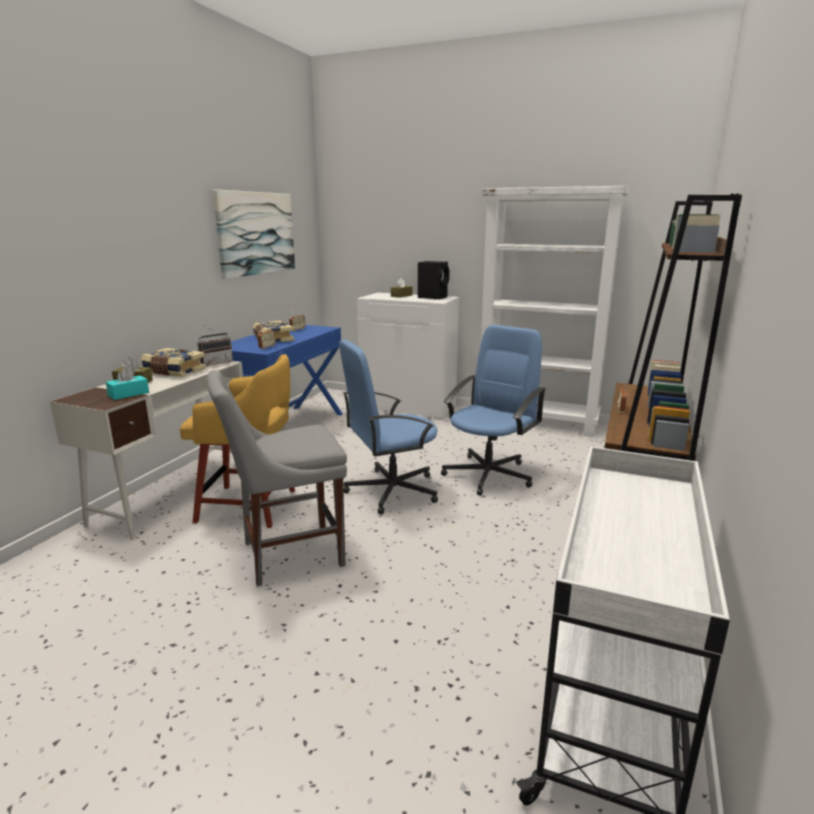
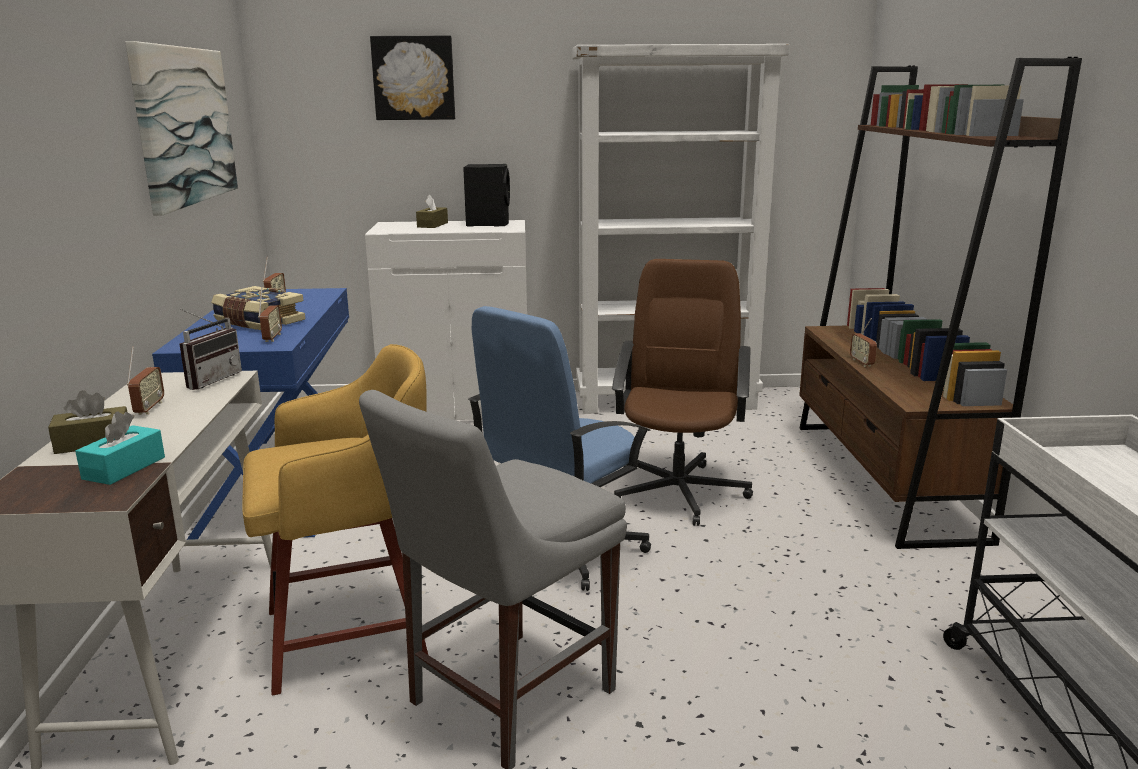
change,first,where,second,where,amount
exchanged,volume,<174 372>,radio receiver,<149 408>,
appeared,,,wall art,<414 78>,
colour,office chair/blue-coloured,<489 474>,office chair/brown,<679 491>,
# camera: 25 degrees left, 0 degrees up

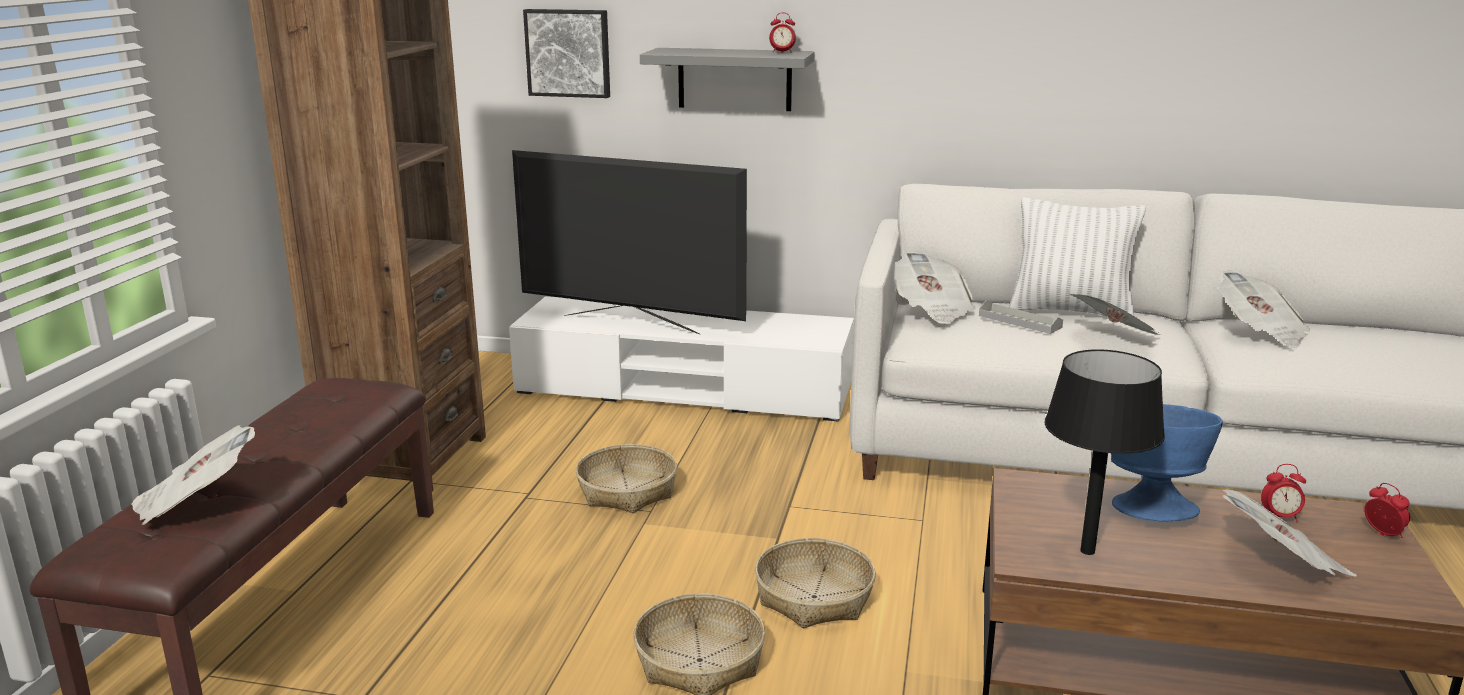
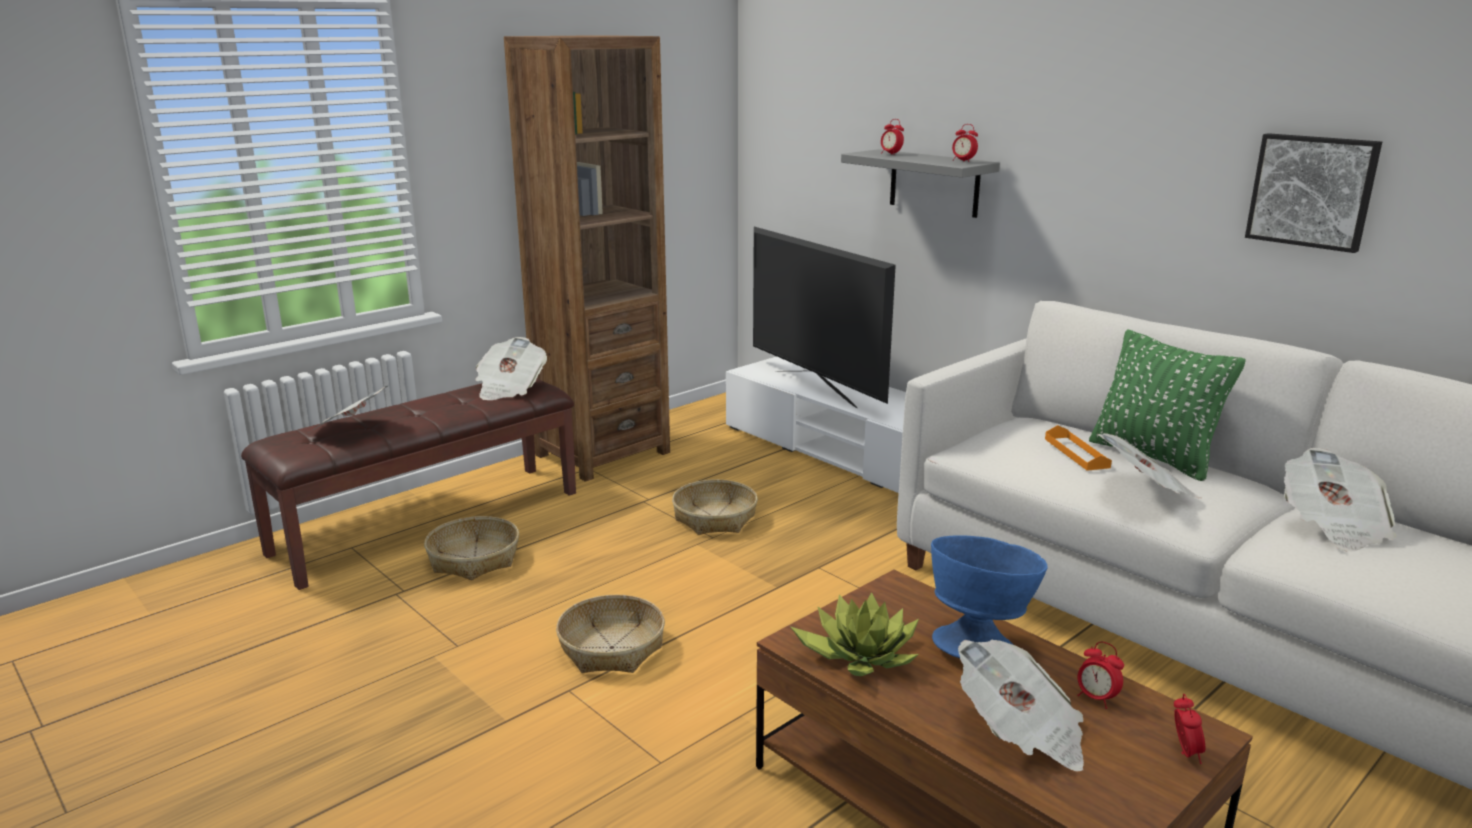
change,first,where,second,where,amount
relocated,household basket,<814 597>,,<474 559>,
relocated,printed paper,<931 310>,,<509 388>,
exchanged,table lamp/black-coloured,<1087 551>,potted plant,<858 655>,
appeared,,,alarm clock,<891 154>,
colour,serving tray/gray,<1019 321>,serving tray/orange-coloured,<1076 453>,
colour,throw pillow/whitish,<1070 311>,throw pillow/green,<1153 457>,
relocated,wall art,<568 53>,,<1312 191>,
# camera: 35 degrees right, 0 degrees up

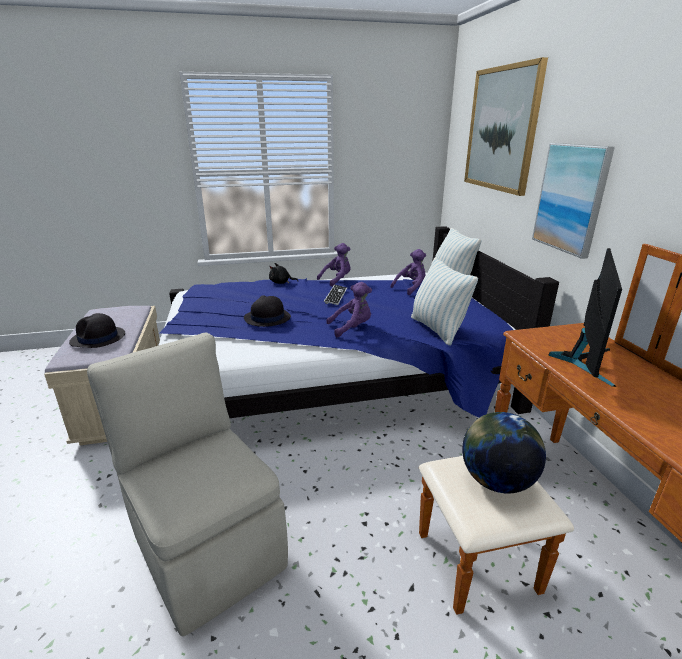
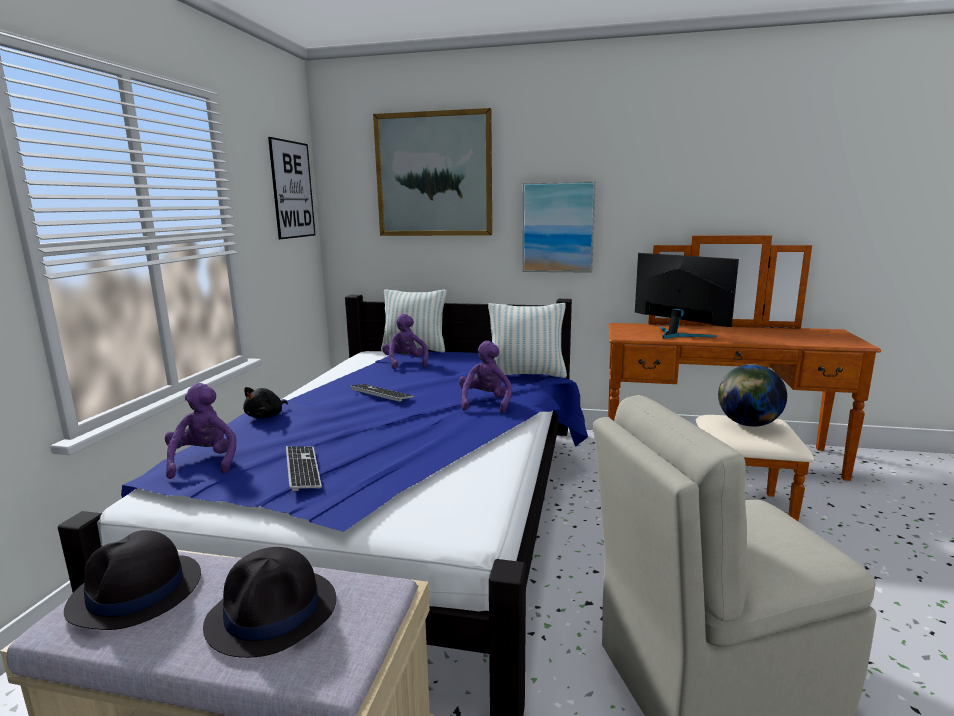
change,first,where,second,where,amount
relocated,hat/black-coloured,<267 318>,,<136 592>,
relocated,soft toy/purple-coloured,<337 280>,,<204 462>,
appeared,,,wall art,<292 190>,
appeared,,,keyboard,<302 469>,
# camera: 65 degrees left, 10 degrees down

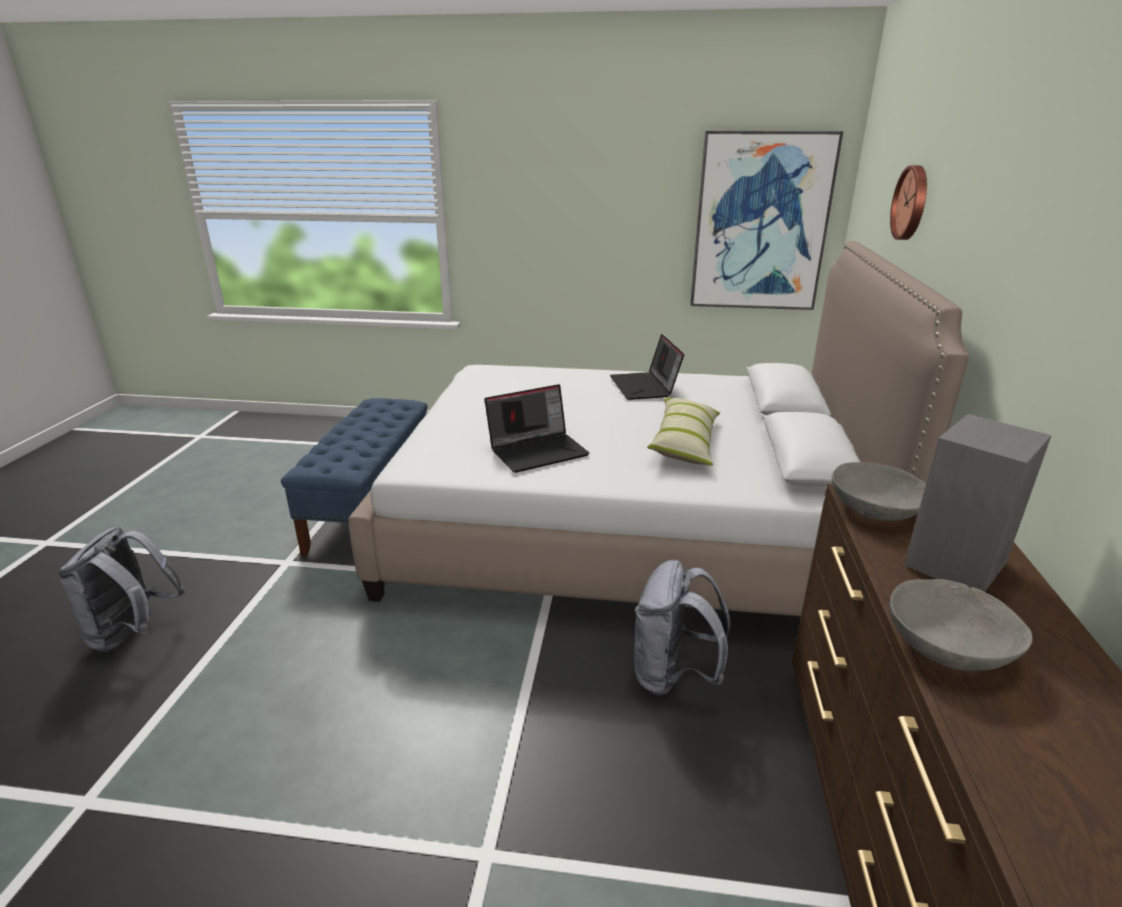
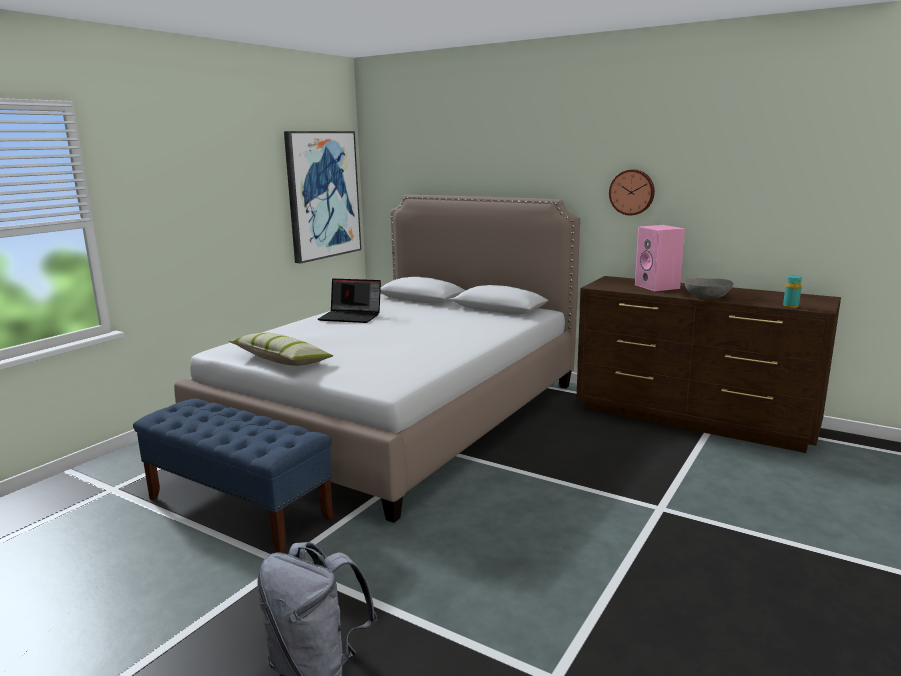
change,first,where,second,where,amount
relocated,throw pillow,<684 442>,,<281 360>,
relocated,clock on the wall,<912 203>,,<632 192>,
colour,audio speaker/gray,<956 565>,audio speaker/pink,<658 286>,
appeared,,,drink bottle/turquoise-coloured,<790 306>,
missing,notebook computer,<538 450>,,,
missing,knapsack/gray,<673 676>,,,
missing,serving bowl/gray,<875 509>,,,
# camera: 65 degrees left, 10 degrees down

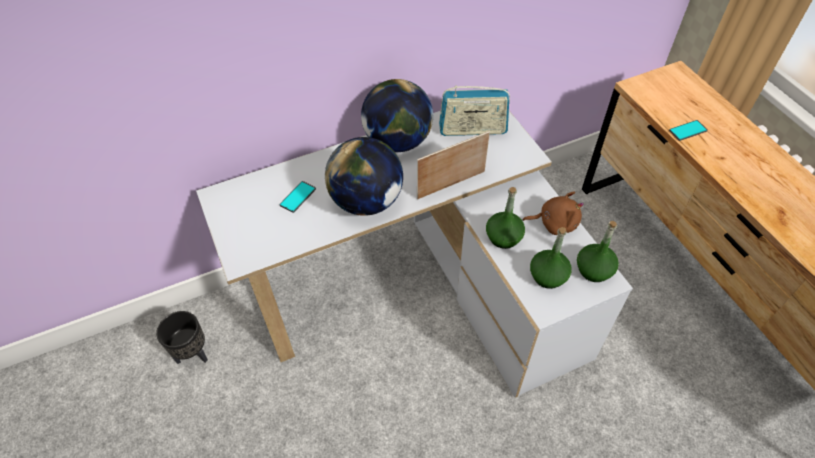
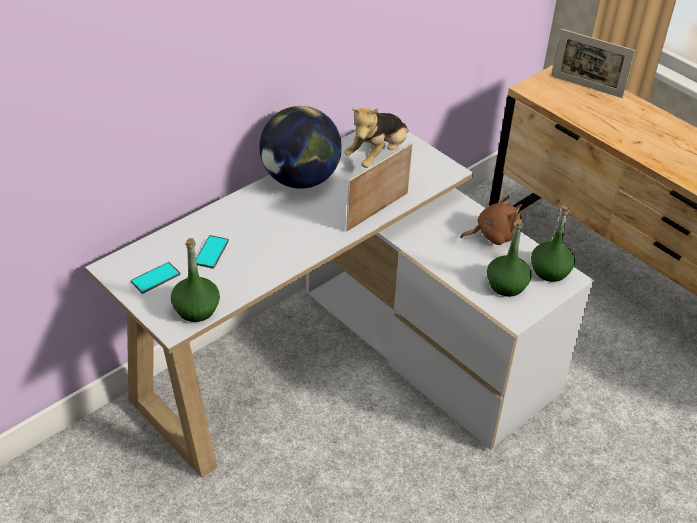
change,first,where,second,where,amount
relocated,handset,<687 130>,,<155 278>,
relocated,drink bottle/green,<503 237>,,<196 309>,
exchanged,radio receiver,<472 129>,soft toy,<377 155>,
appeared,,,picture frame,<586 86>,
missing,planter/black-coloured,<193 353>,,,
missing,globe,<366 201>,,,
# camera: 20 degrees left, 10 degrees down

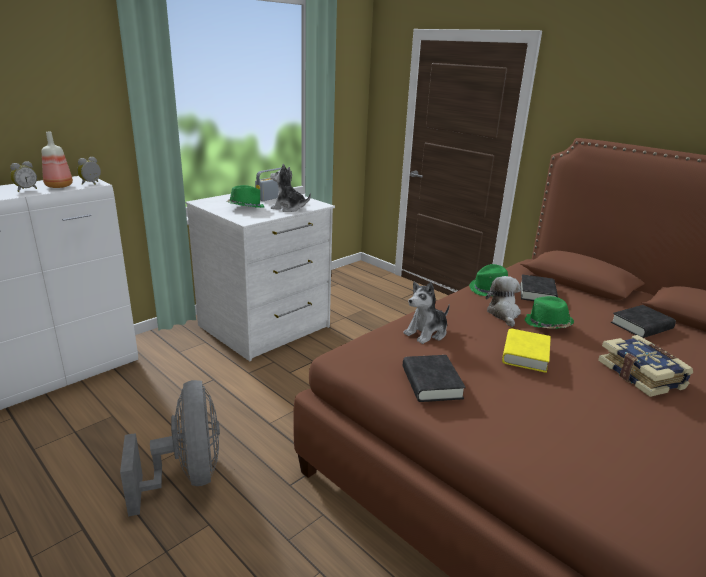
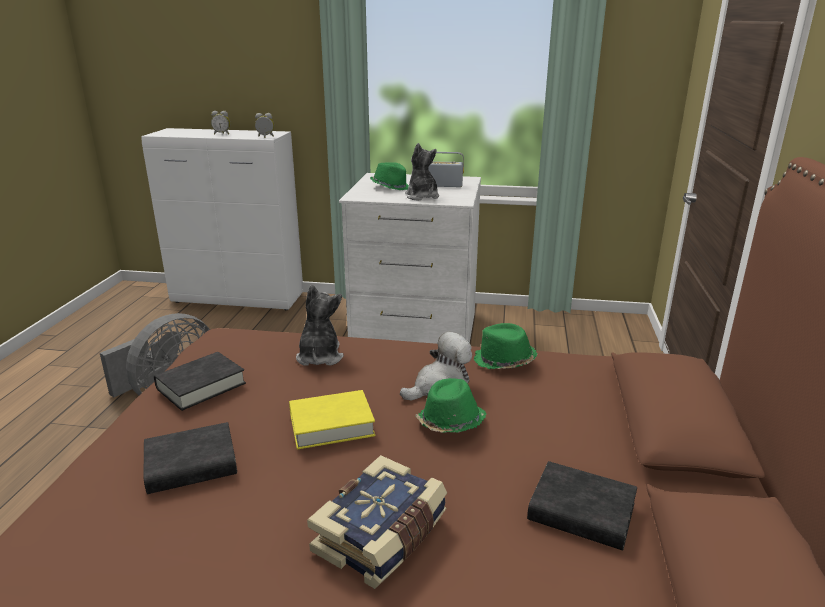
change,first,where,second,where,amount
relocated,volume/black-coloured,<537 293>,,<191 465>,
spun,soft toy,<427 333>,,<319 356>,75 degrees clockwise
missing,drink bottle,<58 186>,,,
# camera: 55 degrees right, 0 degrees up

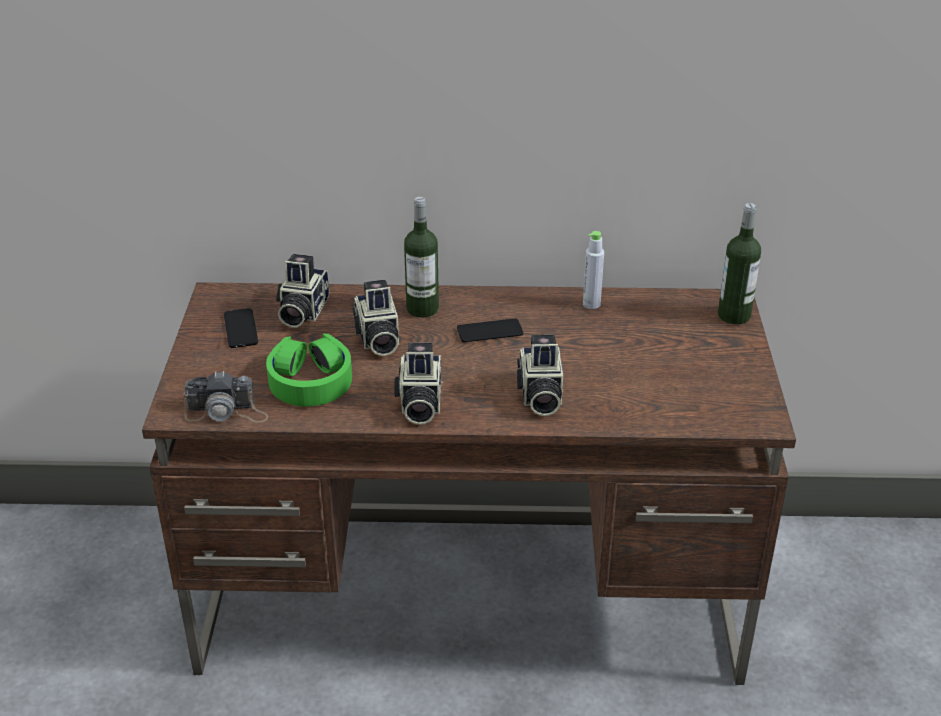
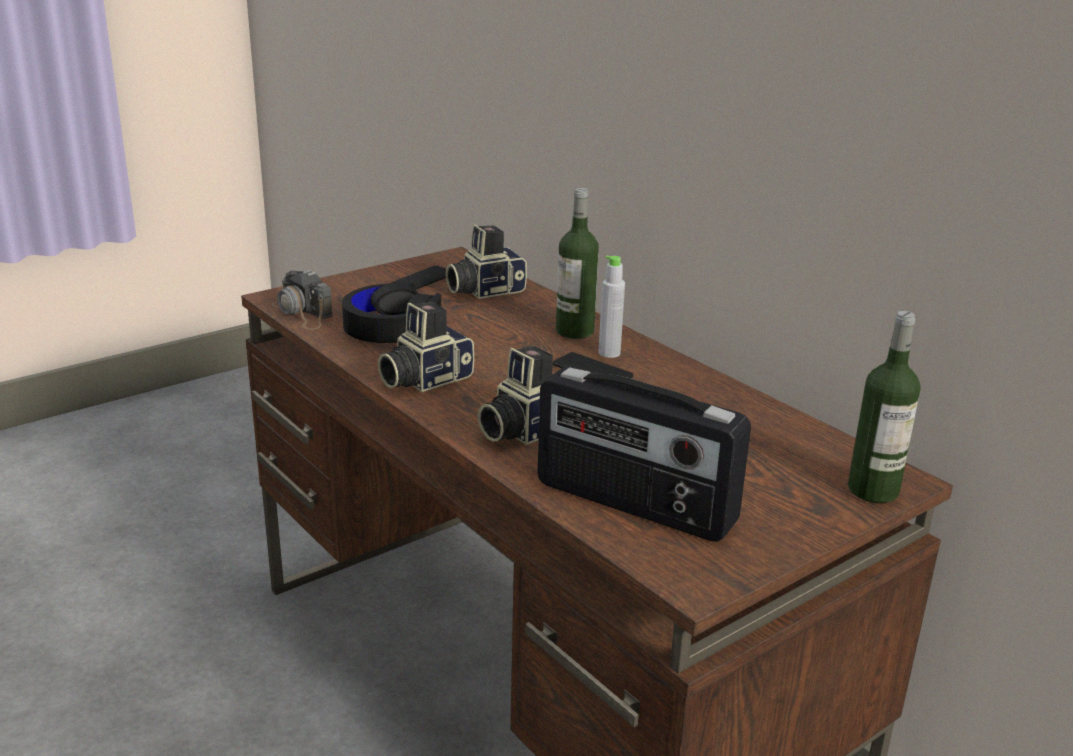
change,first,where,second,where,amount
colour,headphones/green,<310 381>,headphones/black-coloured,<391 326>,
appeared,,,radio receiver,<633 504>,
relocated,drink bottle/gray,<591 304>,,<609 353>,
missing,photo camera,<377 339>,,,
# camera: 50 degrees right, 10 degrees down

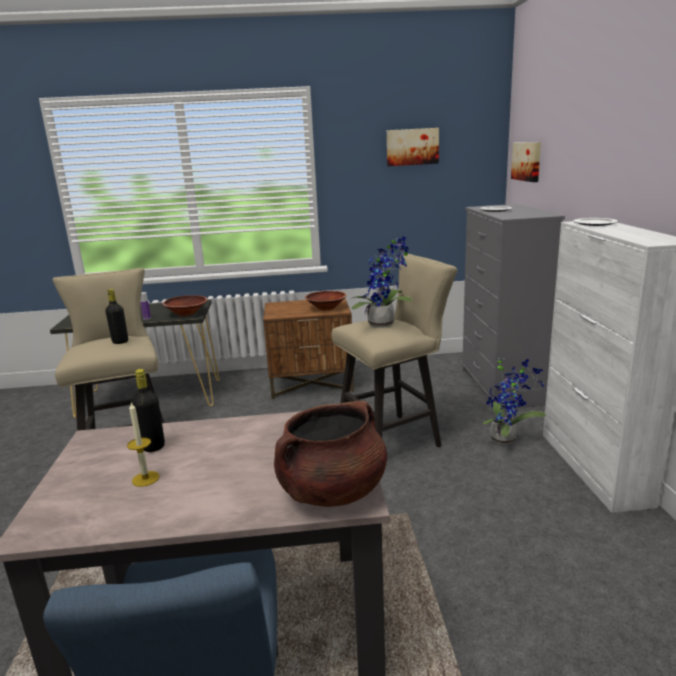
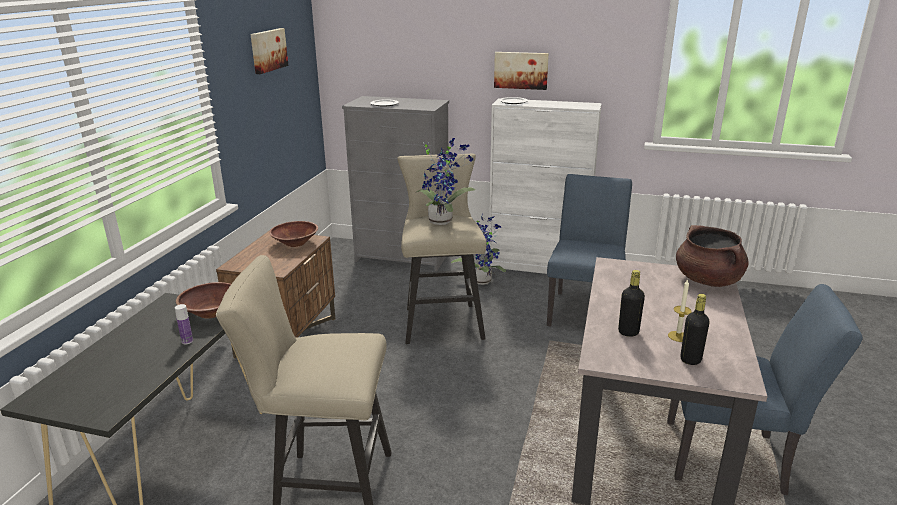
change,first,where,second,where,amount
relocated,wall art,<527 161>,,<521 70>,
appeared,,,chair/blue-coloured,<584 309>,
relocated,drink bottle/black-coloured,<120 342>,,<690 360>,
# camera: 70 degrees left, 5 degrees up

